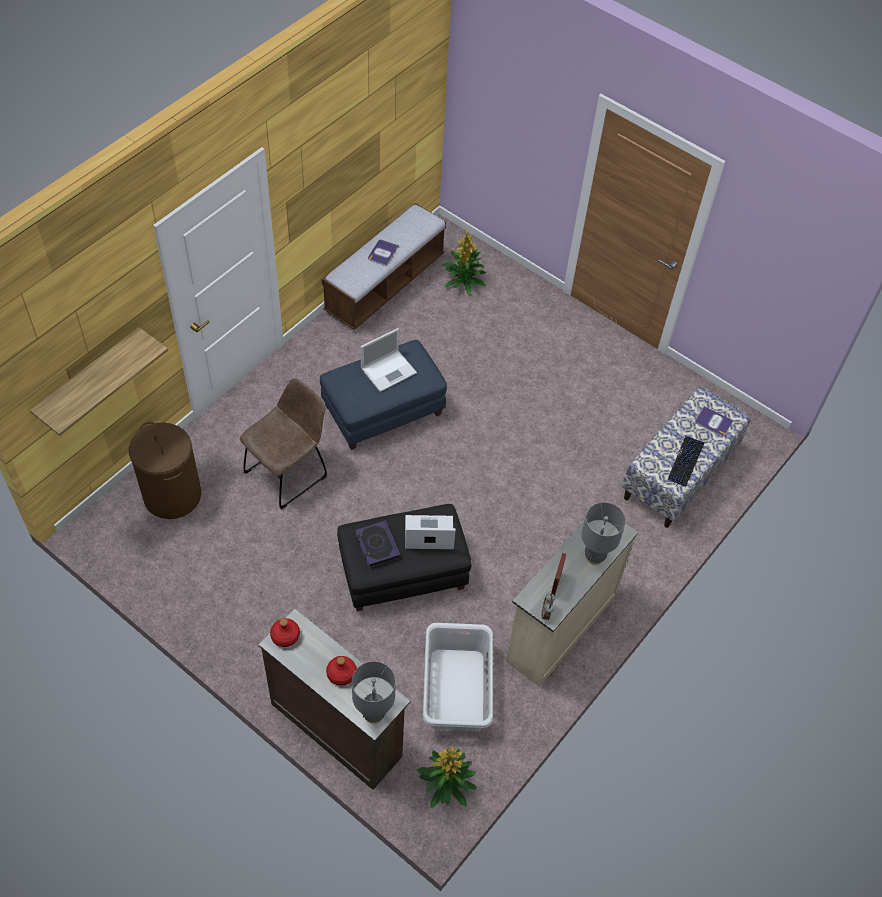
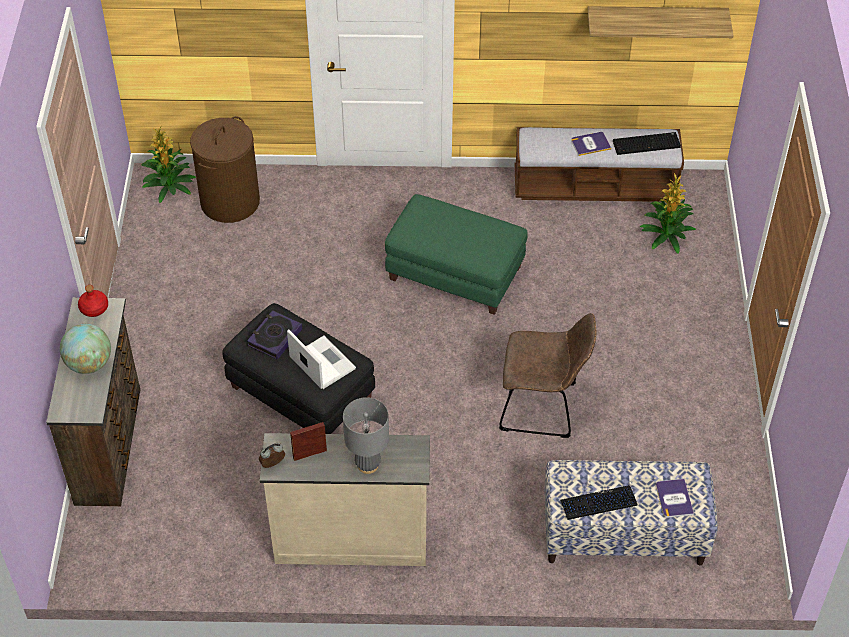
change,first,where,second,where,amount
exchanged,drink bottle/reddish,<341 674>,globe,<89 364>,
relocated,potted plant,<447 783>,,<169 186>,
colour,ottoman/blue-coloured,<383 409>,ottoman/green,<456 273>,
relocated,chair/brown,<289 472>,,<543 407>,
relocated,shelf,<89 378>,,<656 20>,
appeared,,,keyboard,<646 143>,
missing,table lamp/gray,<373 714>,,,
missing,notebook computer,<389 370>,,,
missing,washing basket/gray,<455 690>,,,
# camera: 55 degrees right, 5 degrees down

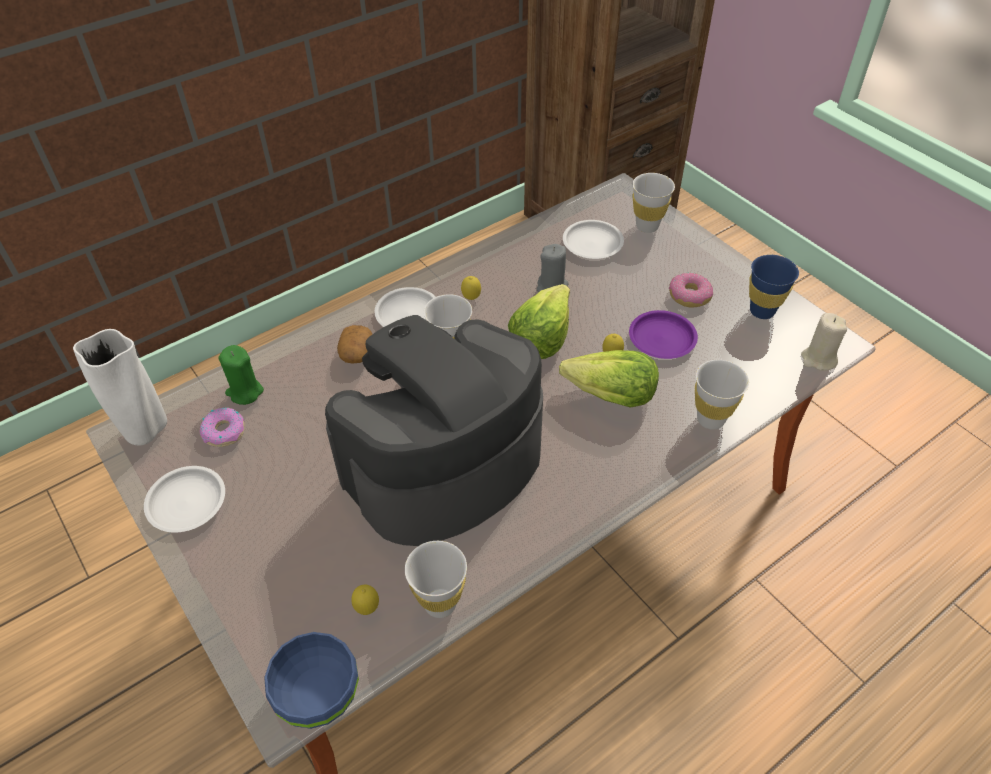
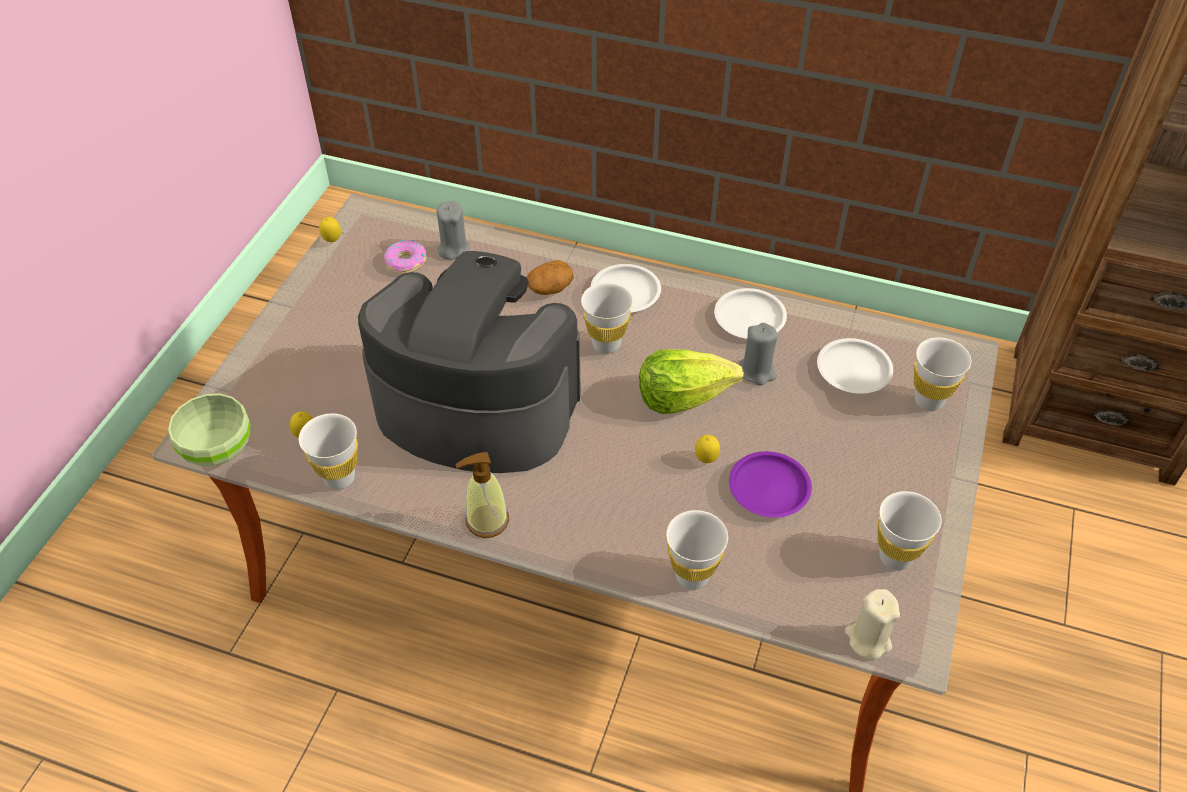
change,first,where,second,where,amount
colour,serving bowl/blue-coloured,<318 693>,serving bowl/green,<219 449>,
relocated,citrus fruit,<471 298>,,<332 241>,
colour,wax light/green,<245 392>,wax light/gray,<453 249>,
appeared,,,soap bottle,<487 521>,
relocated,dinner plate/whitish,<186 503>,,<749 318>,
colour,small cup/blue-coloured,<762 311>,small cup/whitish,<895 557>,
missing,flower vase/whitish,<145 431>,,,
missing,lettuce,<610 396>,,,
missing,donut,<689 296>,,,
# camera: 55 degrees right, 0 degrees up

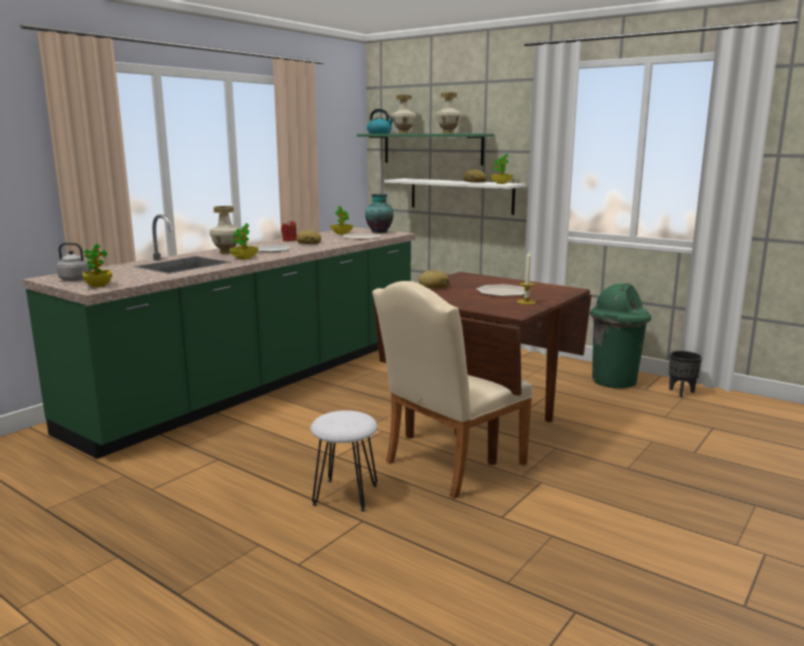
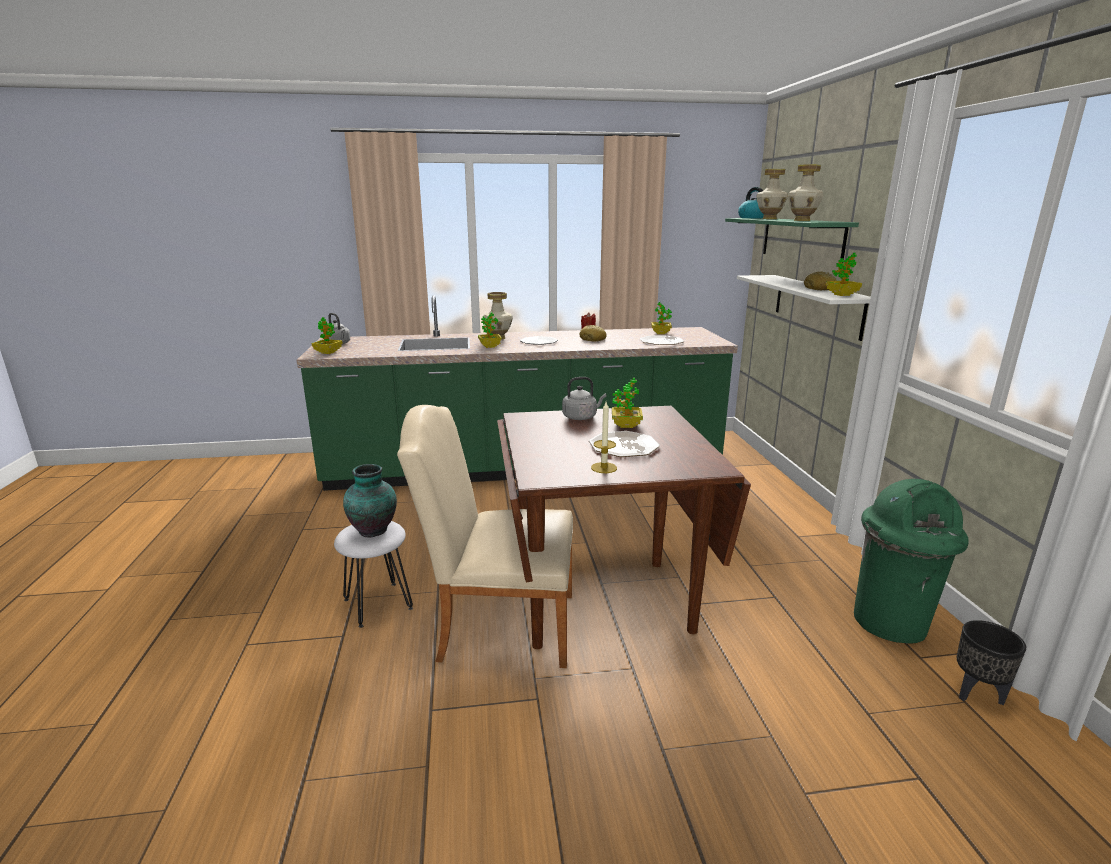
change,first,where,second,where,amount
relocated,flower vase,<379 232>,,<374 529>,
exchanged,bread,<434 286>,water kettle/gray,<581 417>,
appeared,,,potted plant,<626 425>,
# camera: 45 degrees right, 5 degrees up

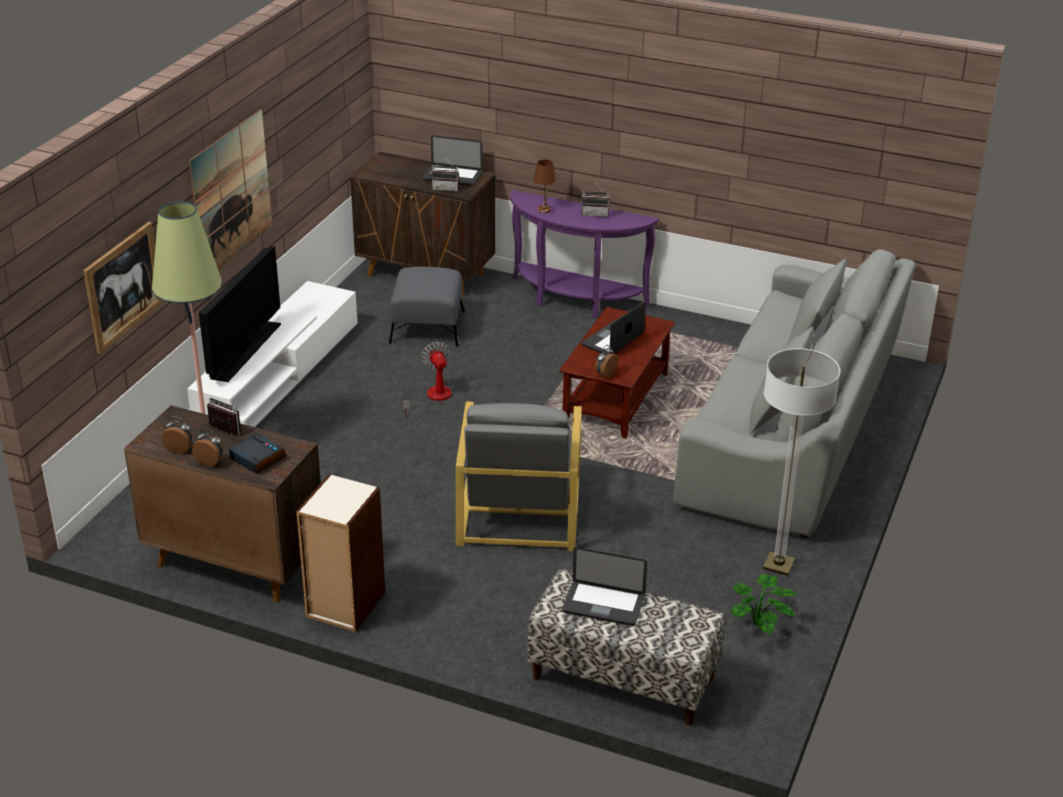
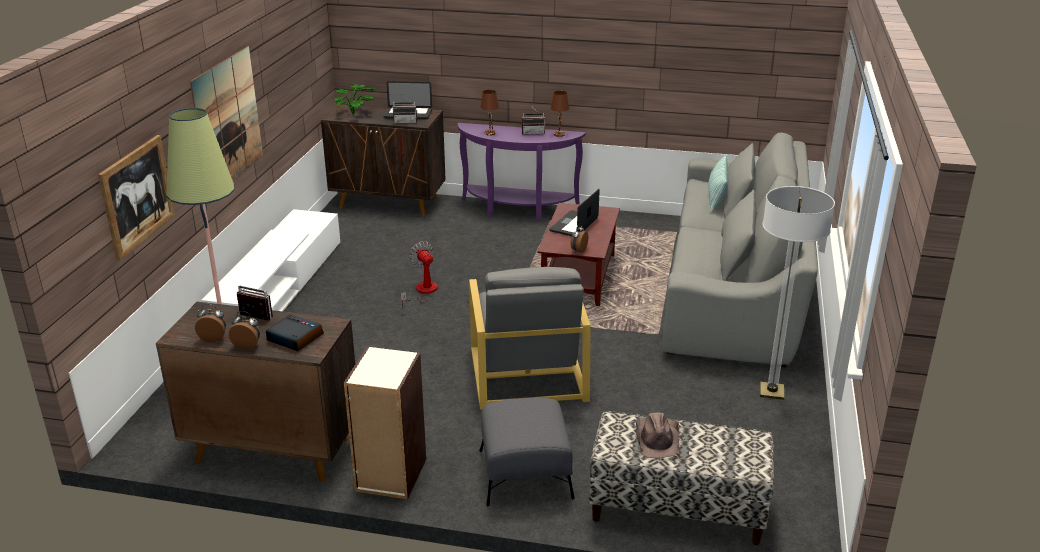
change,first,where,second,where,amount
relocated,potted plant,<760 624>,,<356 114>,
relocated,ottoman/gray,<427 326>,,<525 473>,
appeared,,,table lamp/brown,<559 134>,
exchanged,notebook computer,<603 605>,hat/brown,<658 438>,
appeared,,,throw pillow,<716 197>,
missing,TV,<245 351>,,,
# camera: 10 degrees left, 5 degrees down

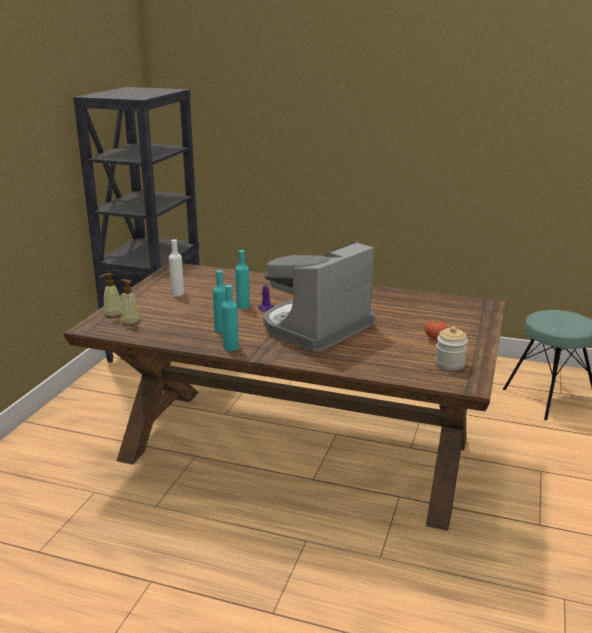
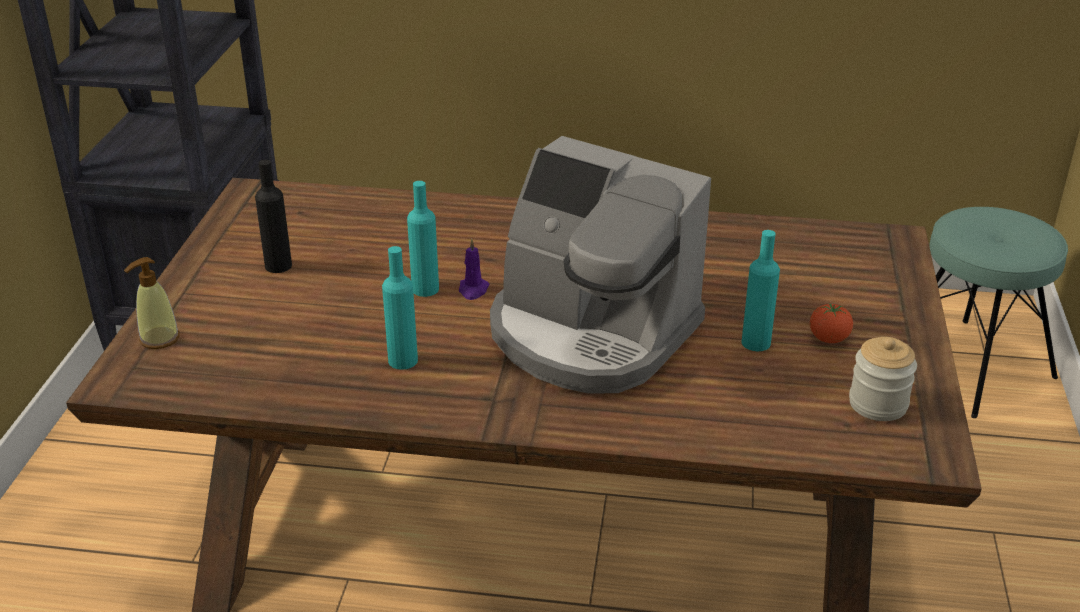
change,first,where,second,where,amount
colour,drink bottle/whitish,<177 293>,drink bottle/black-coloured,<278 266>,
spun,coffee maker,<315 328>,,<590 334>,90 degrees counterclockwise
relocated,drink bottle/turquoise-coloured,<231 347>,,<756 342>,
missing,soap bottle,<130 322>,,,
# camera: 10 degrees left, 10 degrees up

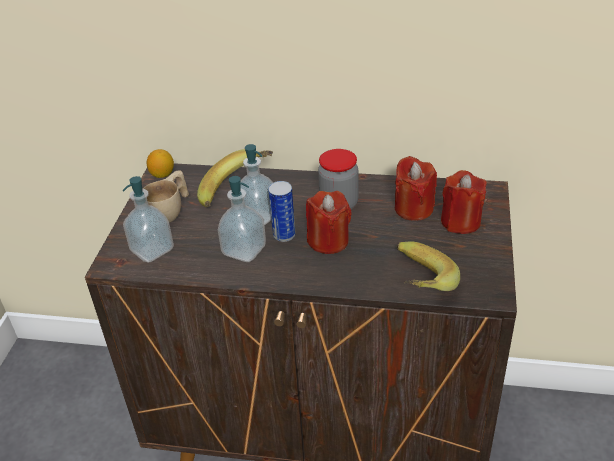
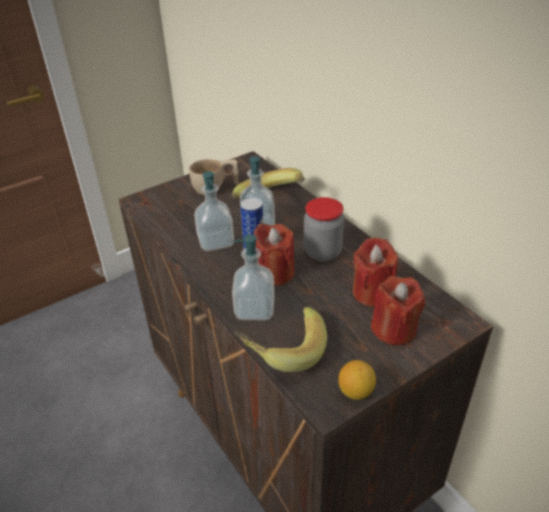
change,first,where,second,where,amount
relocated,soap bottle,<152 250>,,<254 309>,
relocated,citrus fruit,<162 174>,,<356 391>,
# camera: 45 degrees right, 0 degrees up

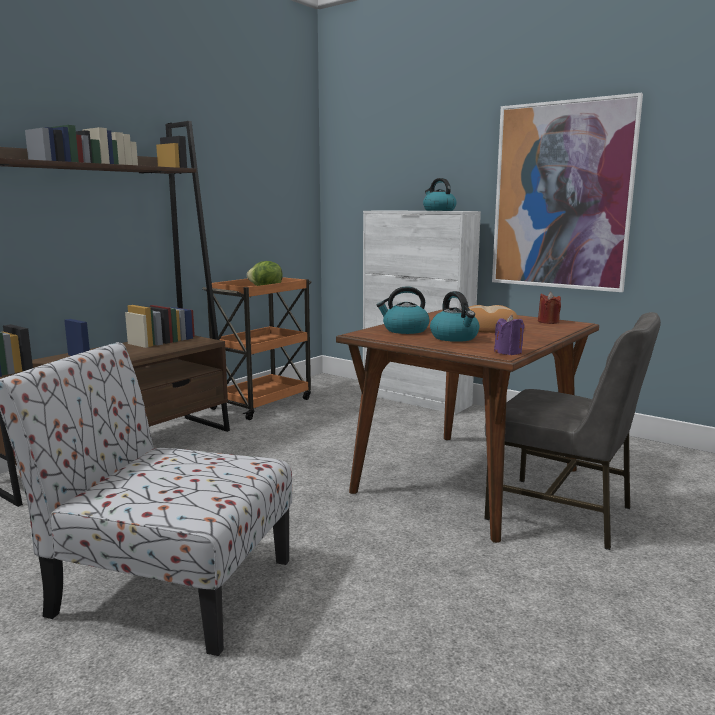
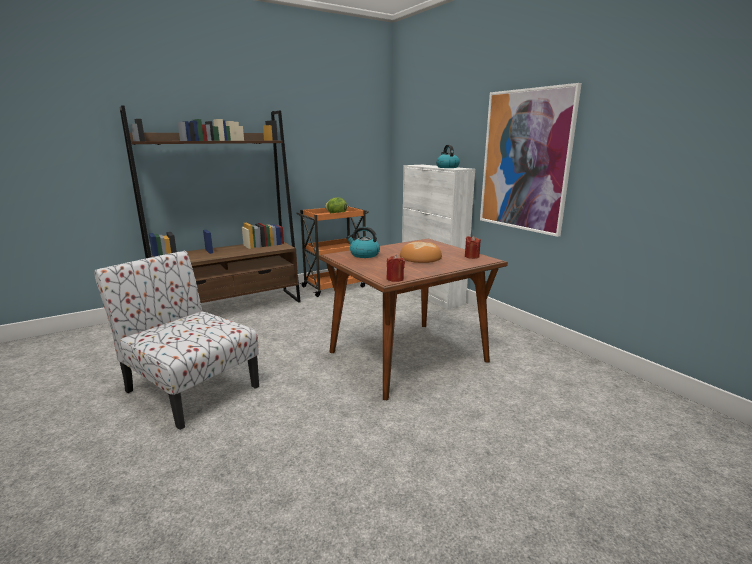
change,first,where,second,where,amount
colour,wax light/purple-coloured,<508 352>,wax light/reddish,<395 279>,
missing,water kettle,<455 338>,,,
missing,chair/gray,<562 513>,,,
# camera: 20 degrees right, 5 degrees up

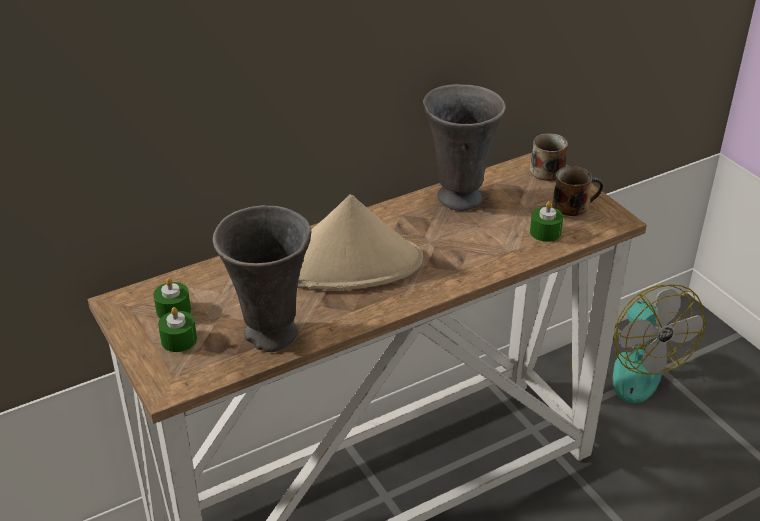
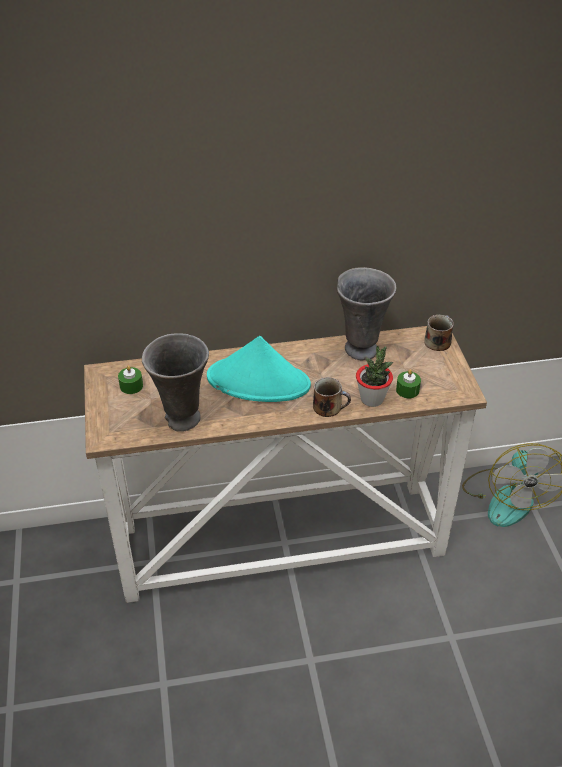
change,first,where,second,where,amount
colour,hat/sand-coloured,<350 264>,hat/turquoise-coloured,<259 381>,
relocated,tea mug,<573 205>,,<329 407>,
appeared,,,potted plant,<372 399>,
missing,wax light/green,<179 340>,,,
# camera: 20 degrees right, 5 degrees up

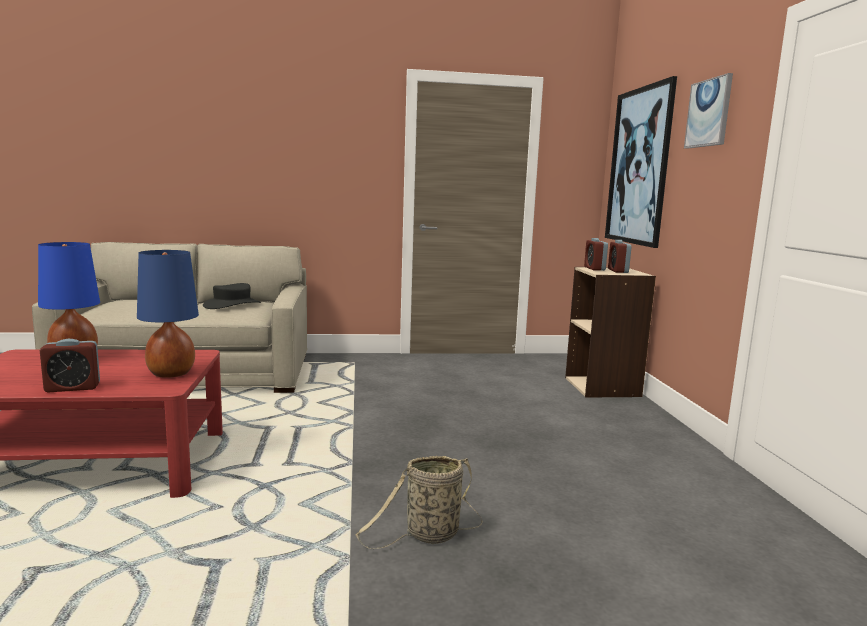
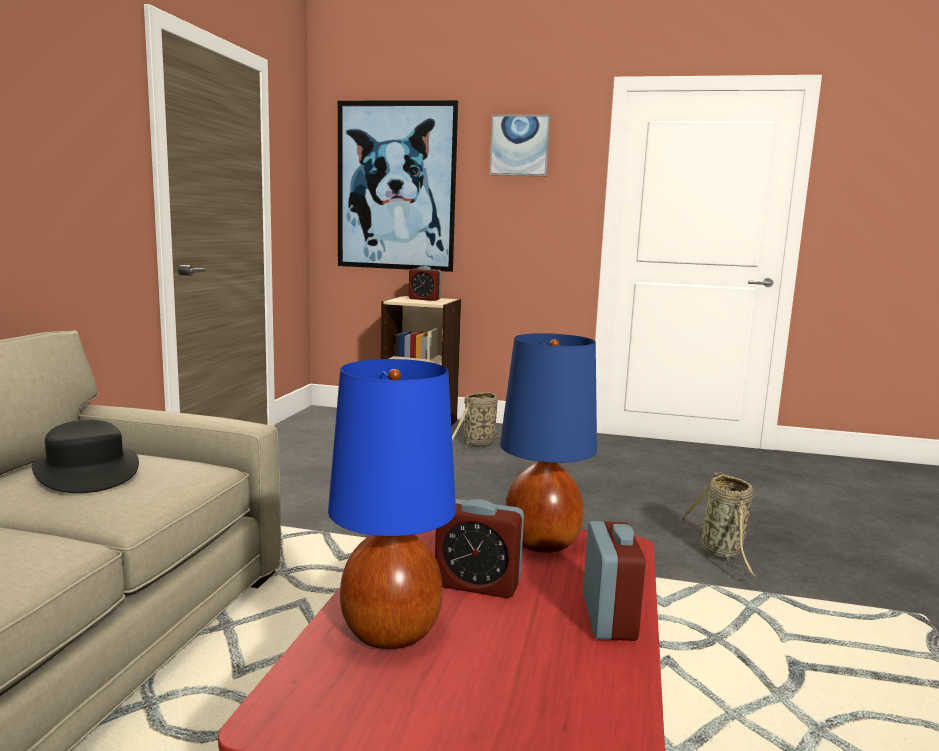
change,first,where,second,where,amount
relocated,alarm clock,<594 268>,,<477 584>,
appeared,,,household basket,<477 444>,
# camera: 70 degrees left, 0 degrees up

